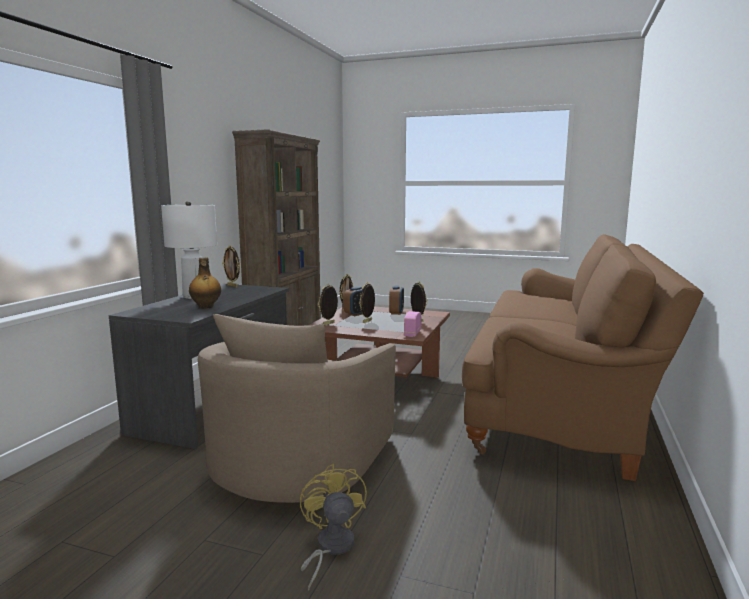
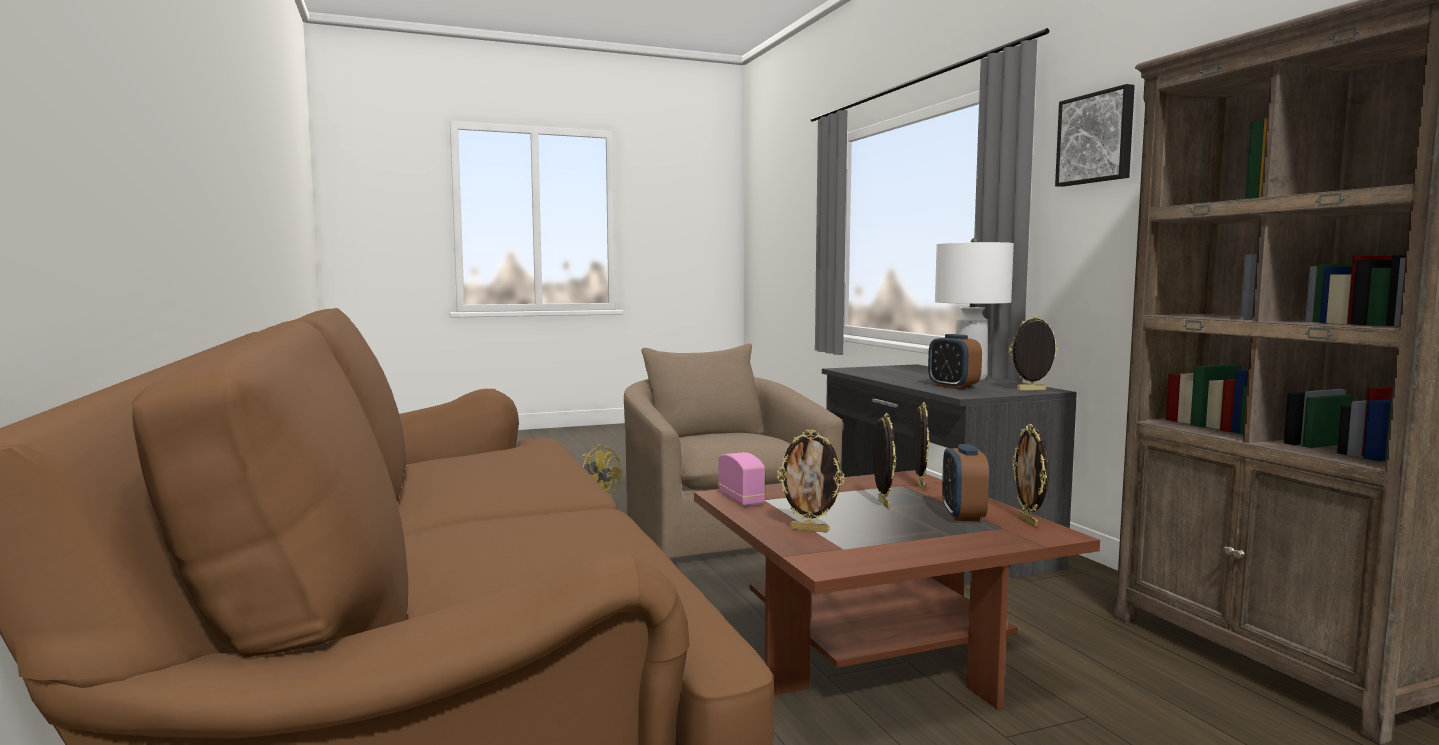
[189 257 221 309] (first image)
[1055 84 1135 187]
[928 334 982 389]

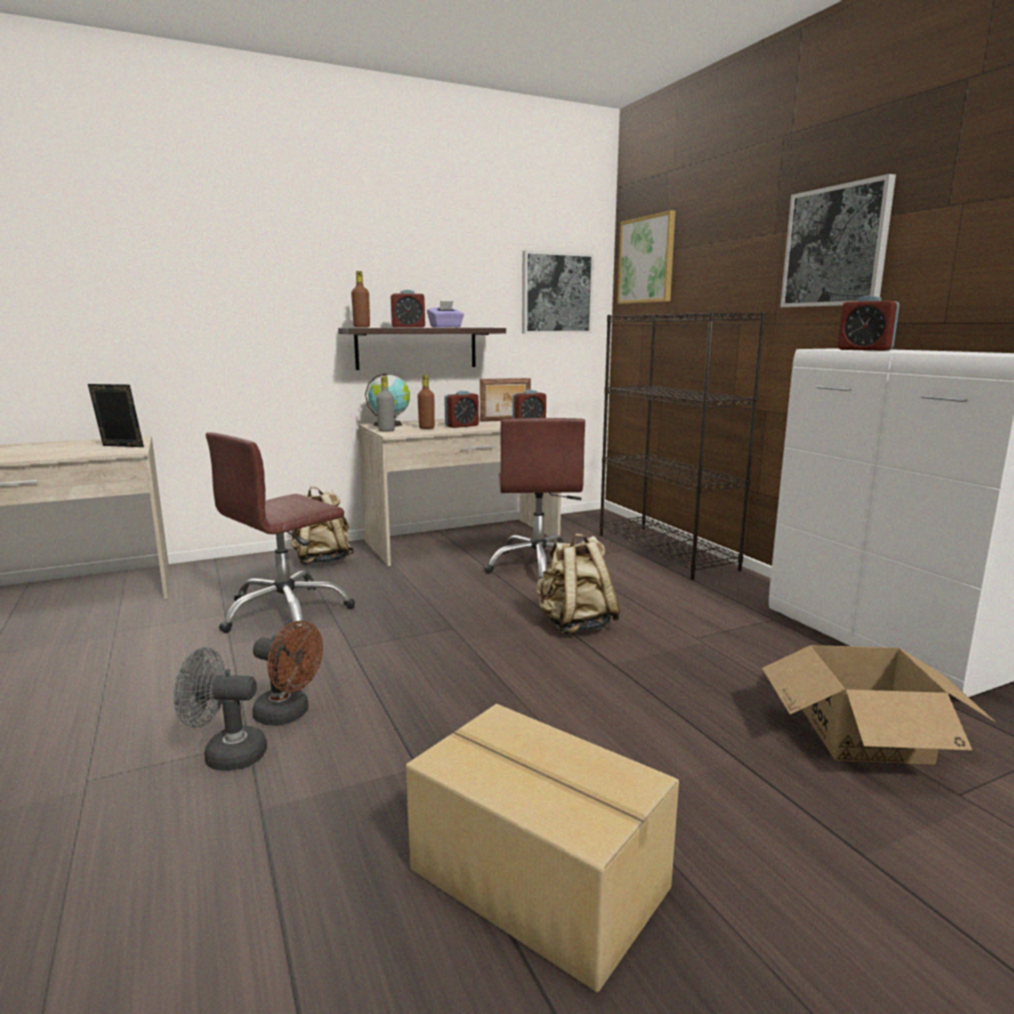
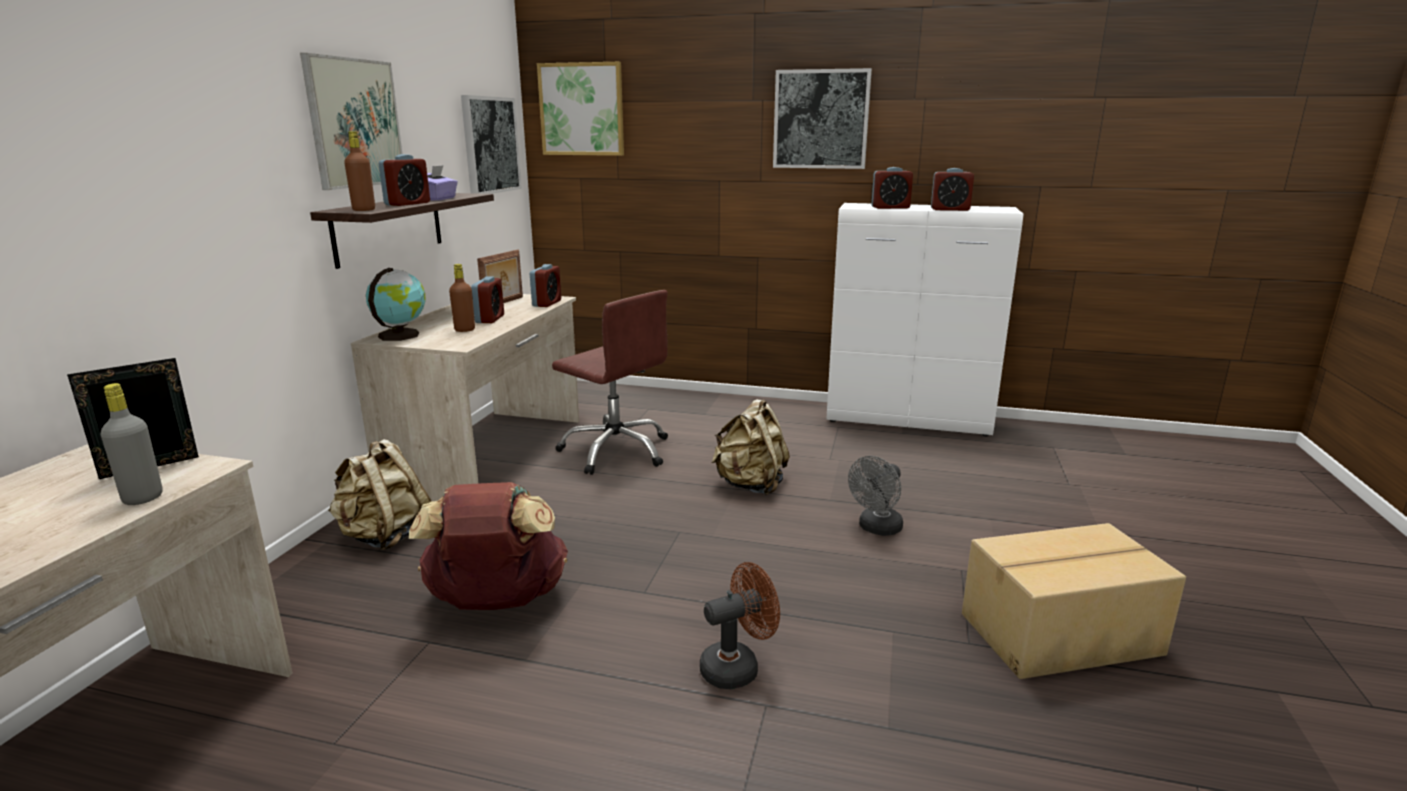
[600 312 766 580] (first image)
[762 645 995 765] (first image)
[300 53 402 190]
[931 168 974 211]
[848 456 903 536]
[101 383 162 505]
[409 482 568 610]

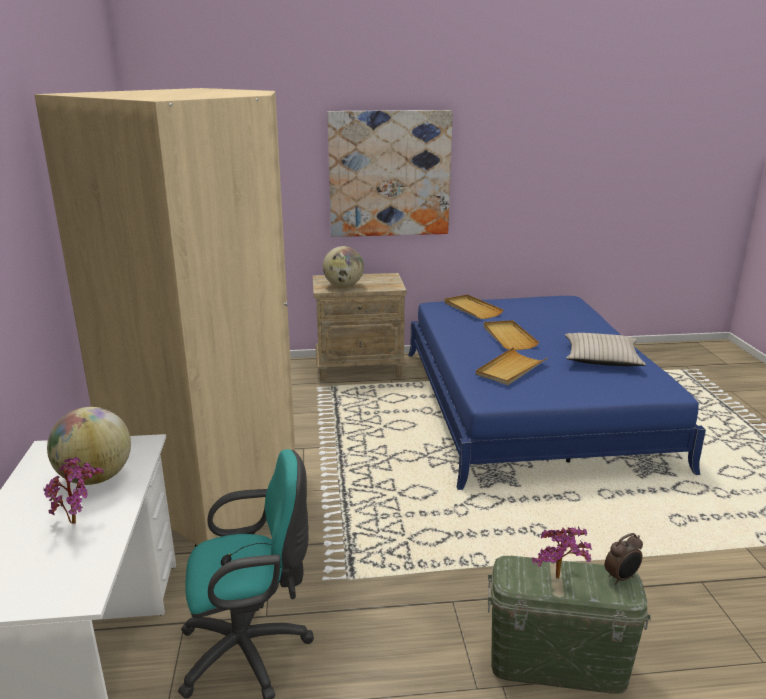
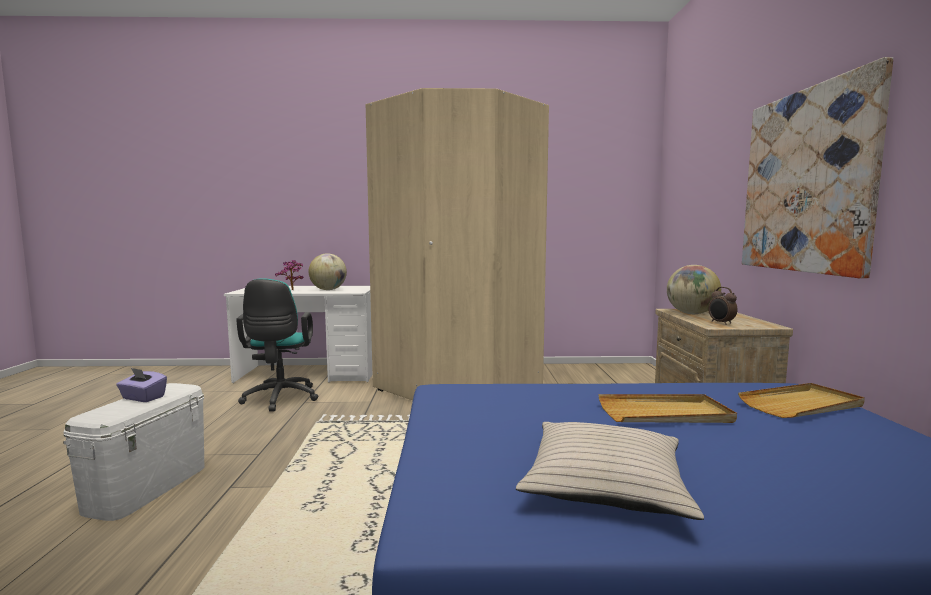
[476 347 548 385] (first image)
[708 287 738 325]
[116 368 167 402]
[63 383 204 521]

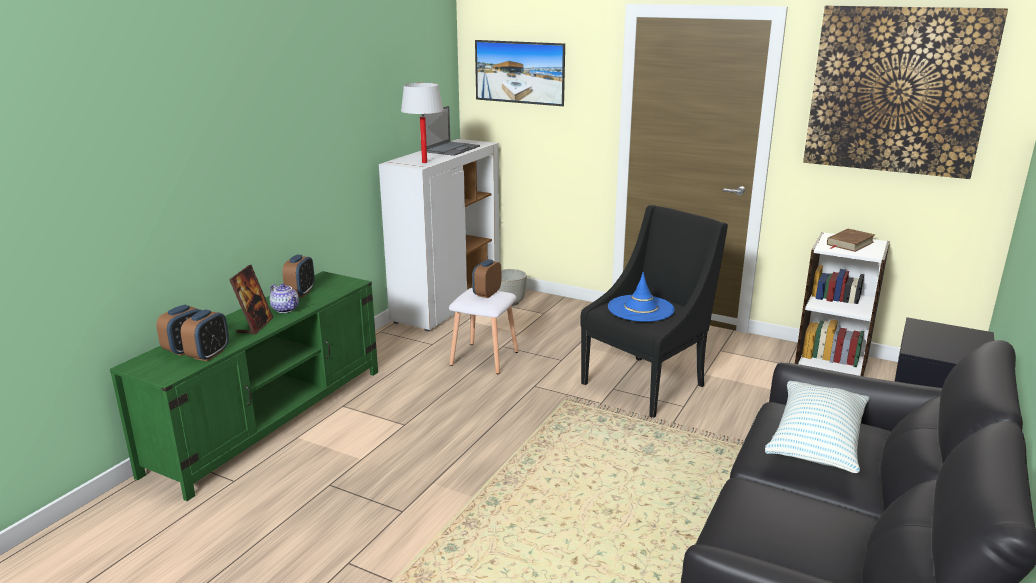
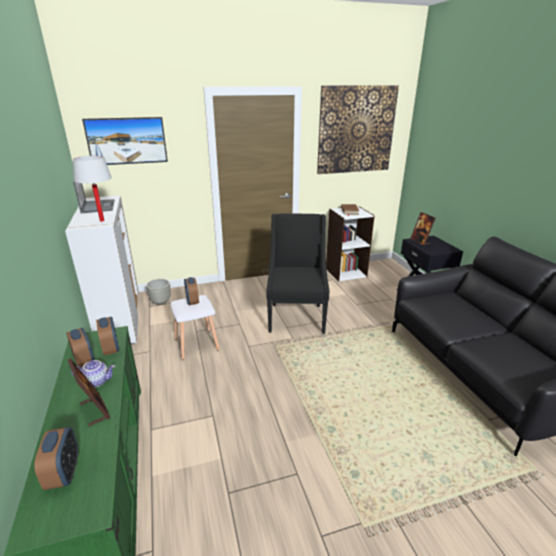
[608 272 675 322] (first image)
[765 381 870 473] (first image)
[410 212 436 246]
[96 317 119 355]

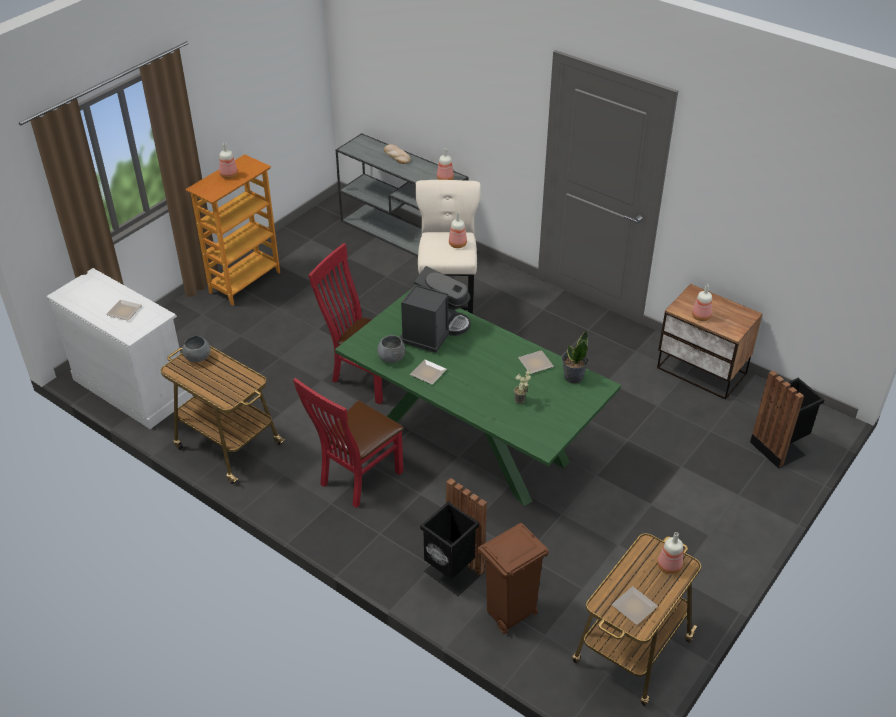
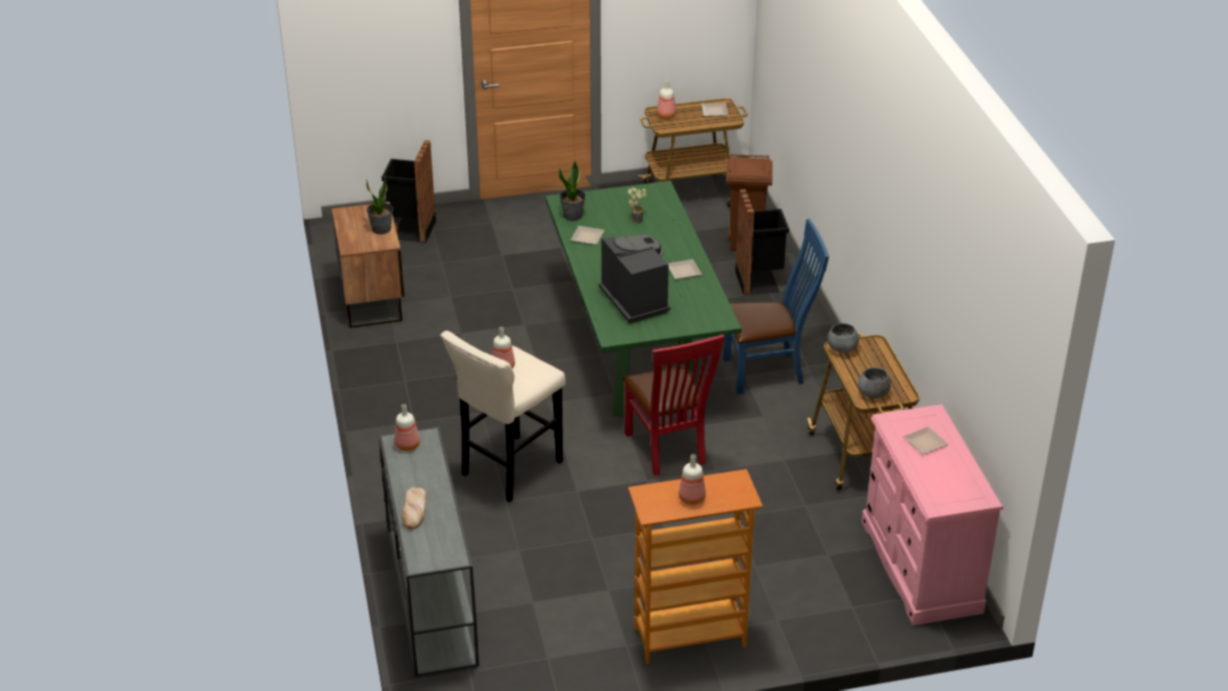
[828 323 859 353]
[366 176 393 234]
[861 404 1003 626]
[723 219 829 395]
[599 235 670 324]

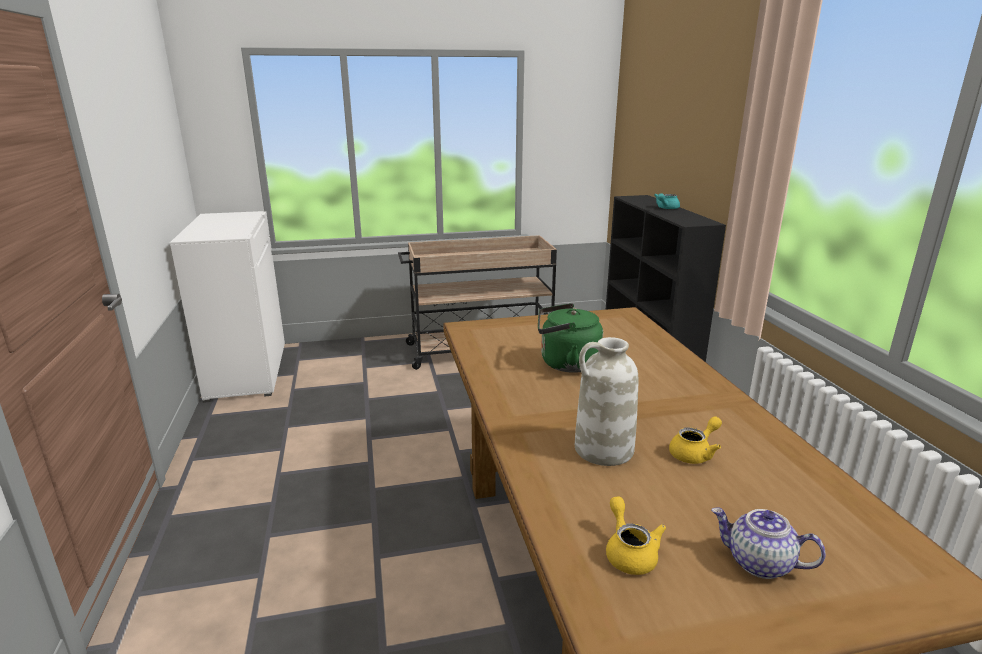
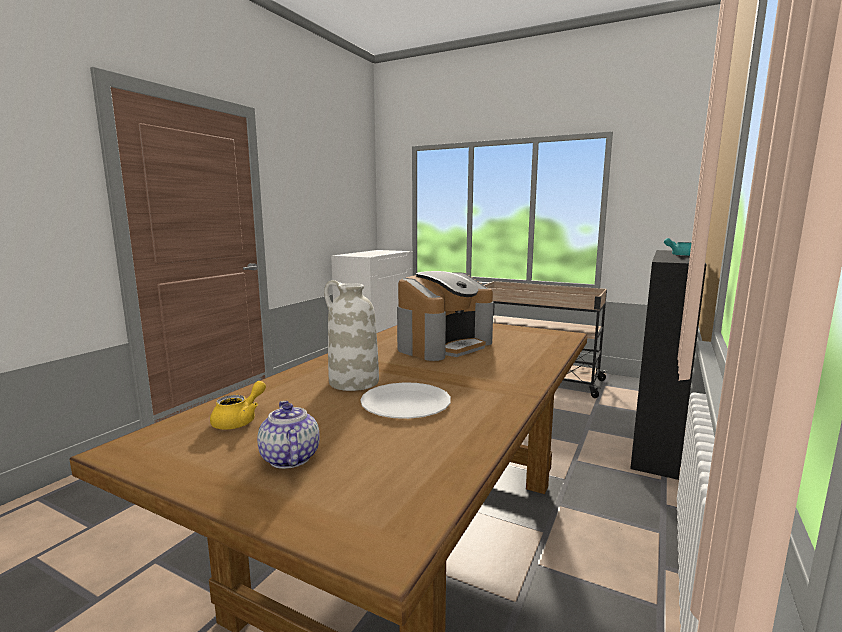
[397 271 494 361]
[360 382 451 419]

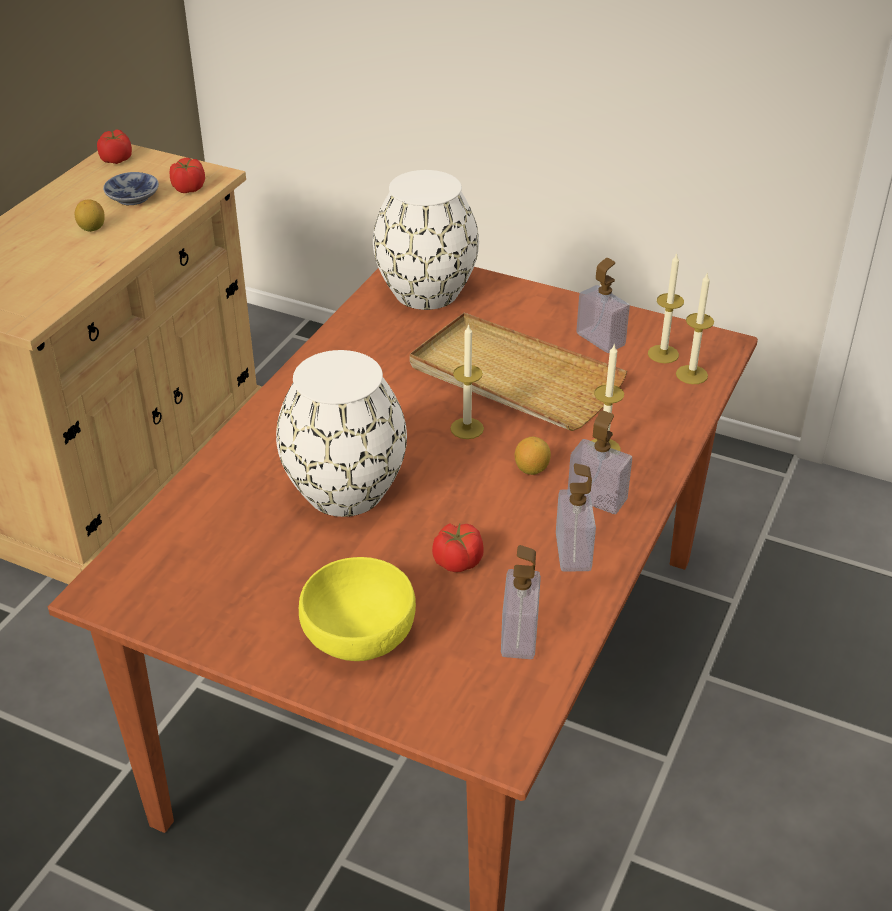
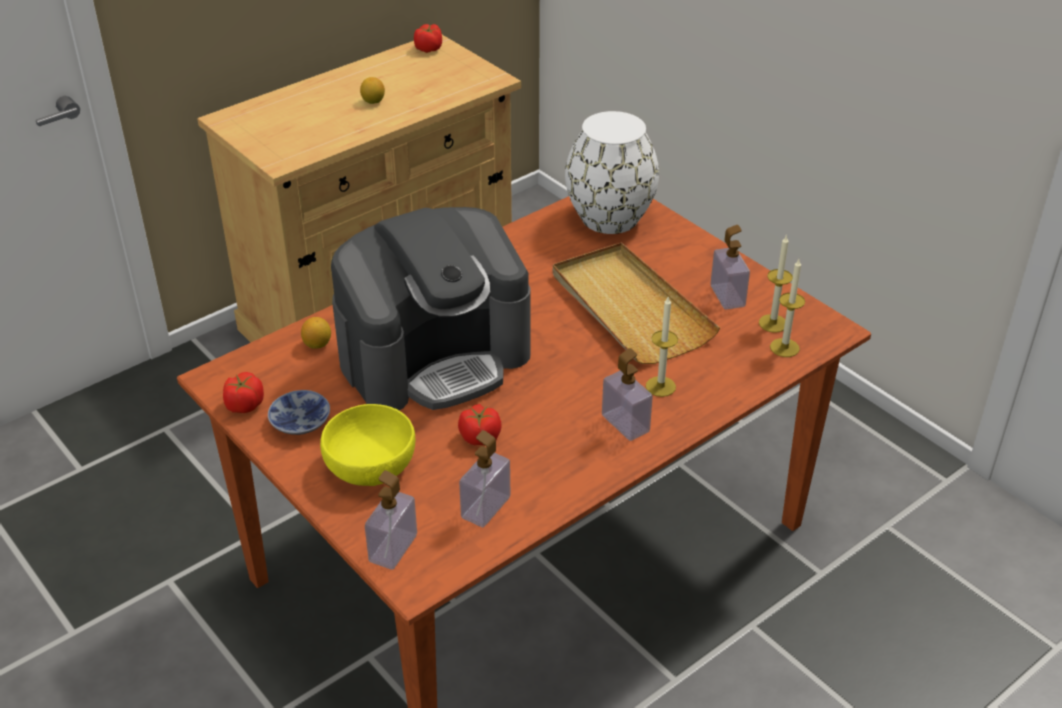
[450 324 484 439] (first image)
[268 390 330 435]
[223 372 264 413]
[301 317 331 349]
[365 470 417 570]
[331 207 531 410]

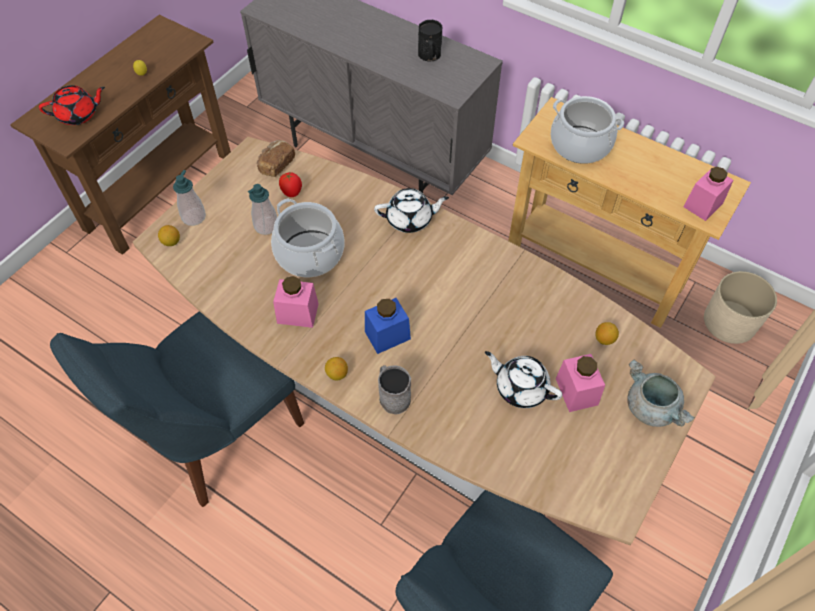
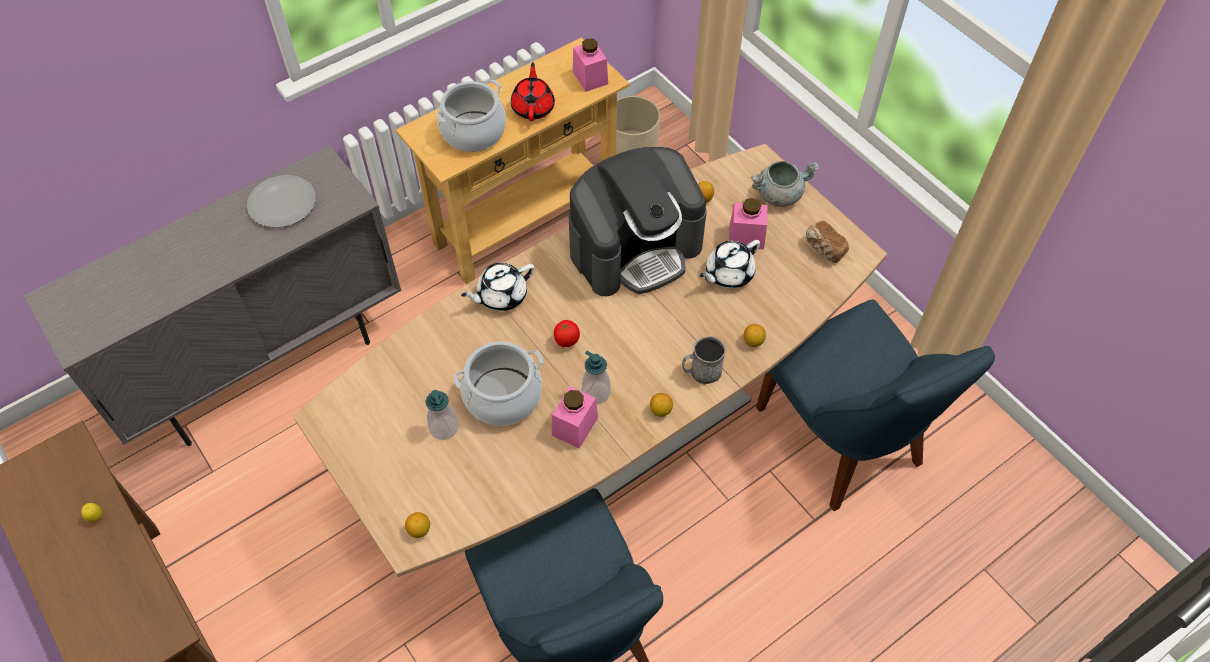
[365 298 411 354] (first image)
[569 147 707 296]
[744 324 766 347]
[511 62 555 121]
[582 351 610 404]
[806 221 849 263]
[554 320 580 347]
[247 175 316 228]
[461 263 535 311]

